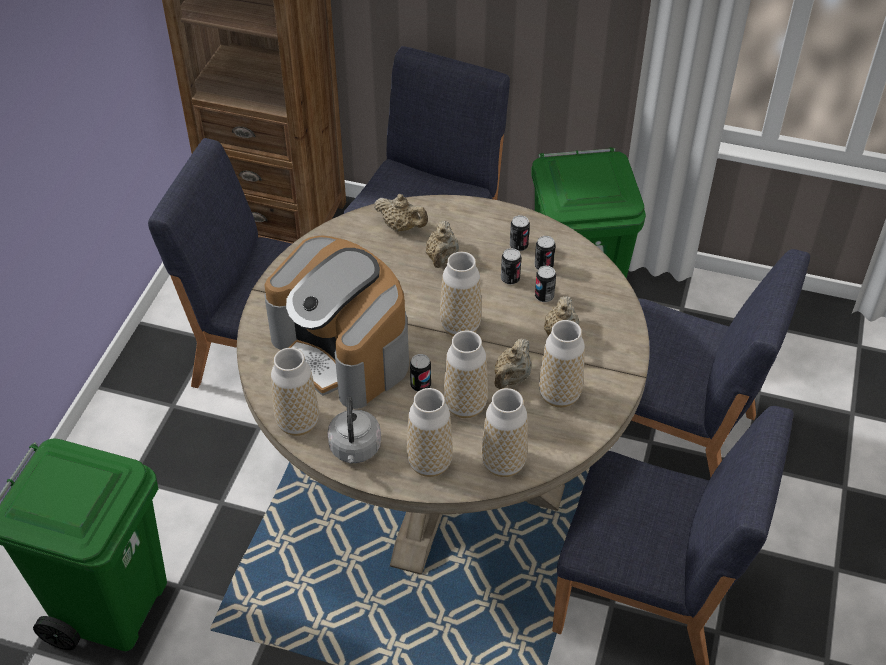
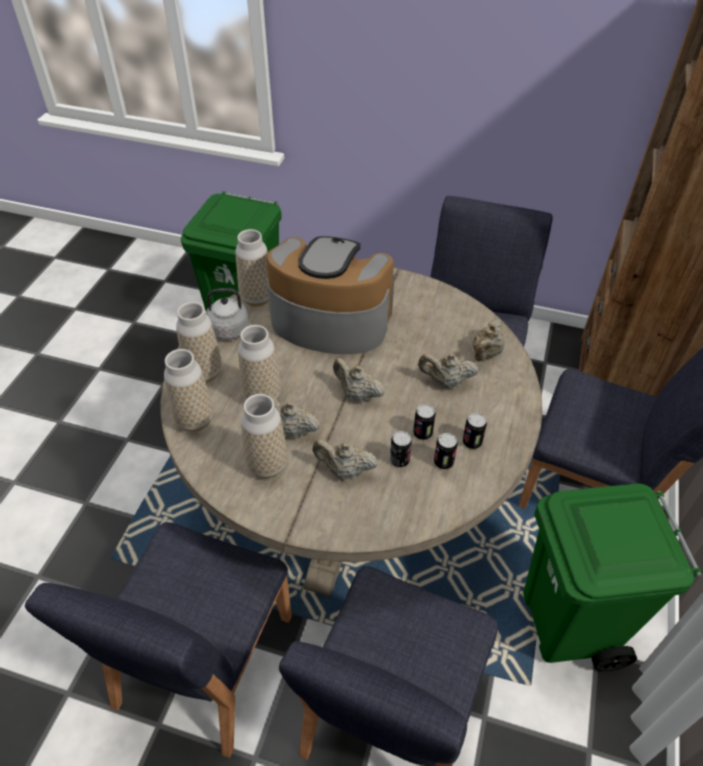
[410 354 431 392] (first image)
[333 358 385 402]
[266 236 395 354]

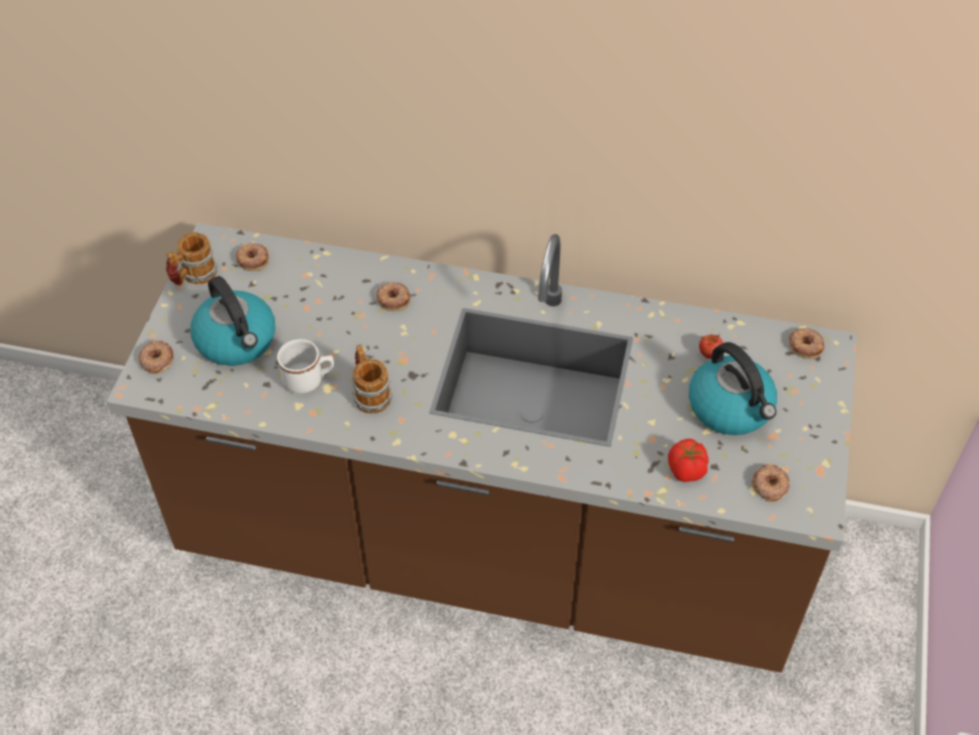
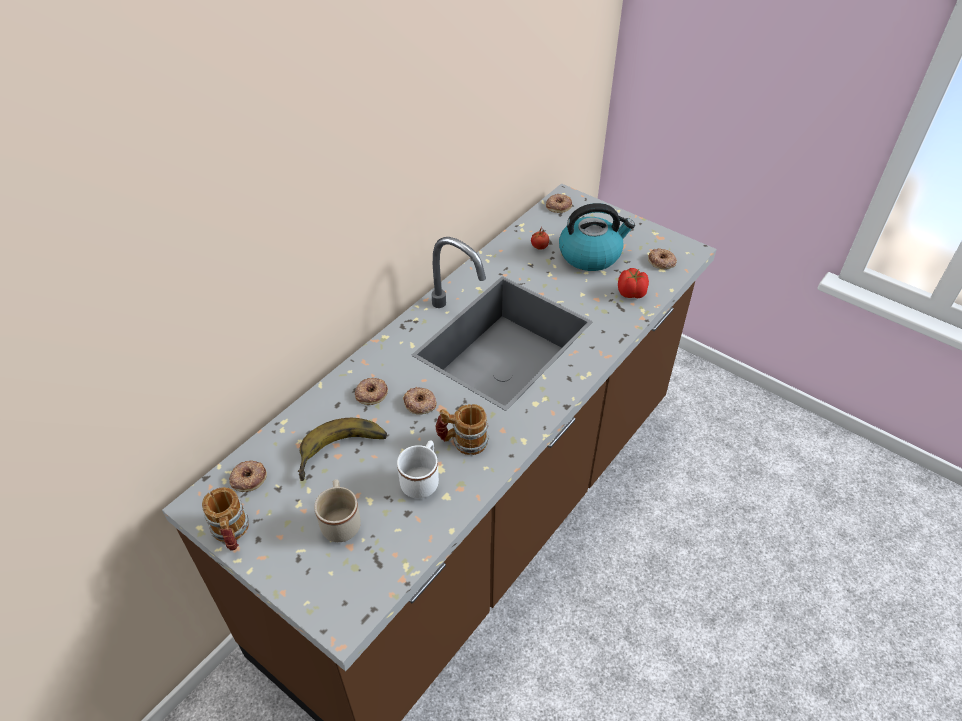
[298 418 387 481]
[403 387 437 415]
[314 479 361 542]

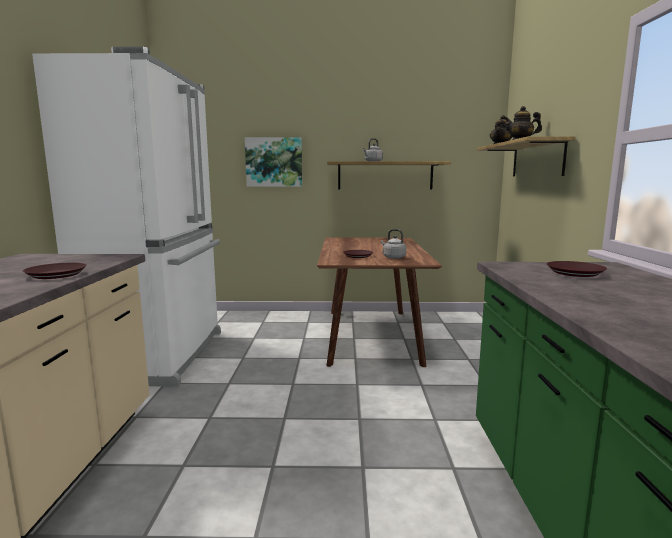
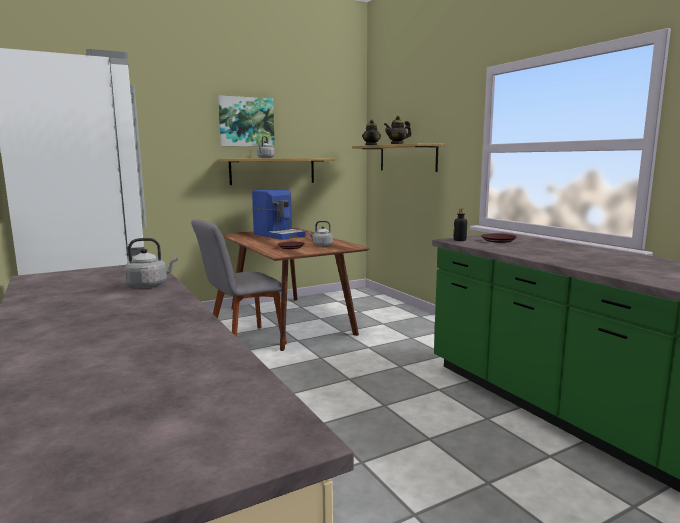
[191 219 287 344]
[252 189 306 240]
[454 209 467 241]
[218 95 275 147]
[124 238 178 288]

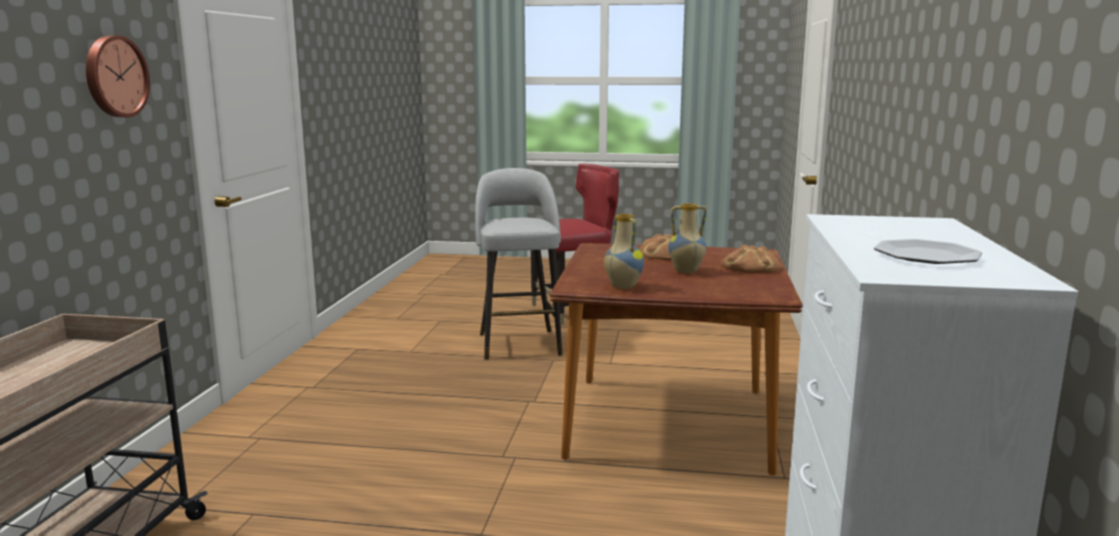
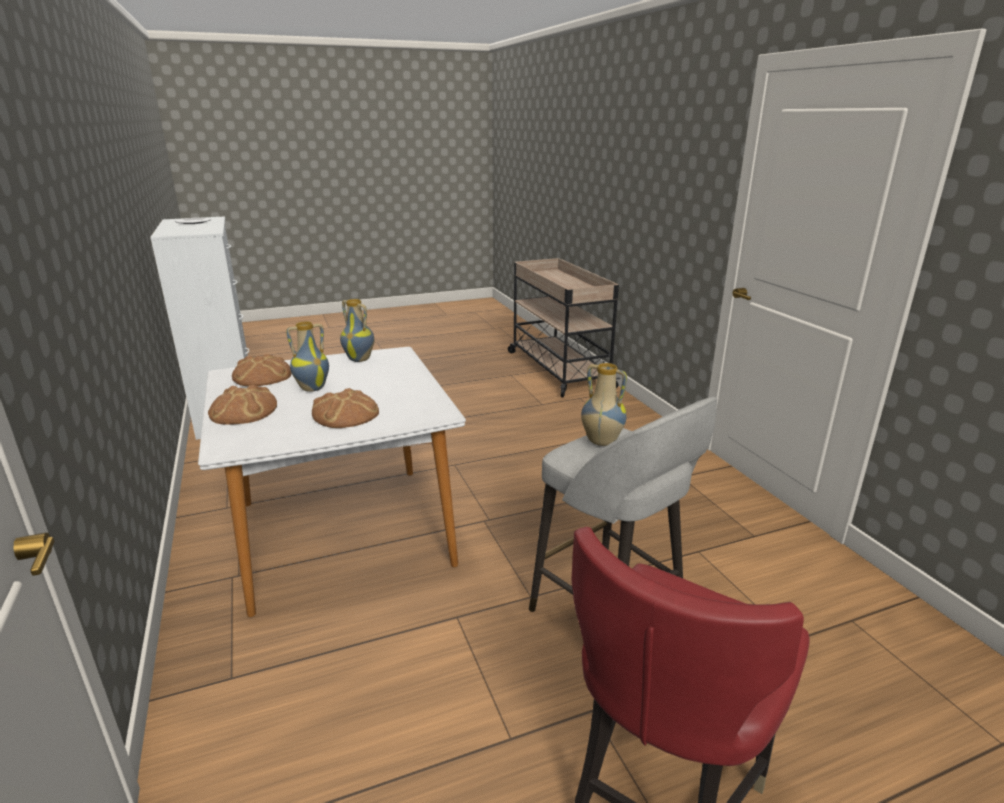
[86 35 150 117] (first image)
[232 354 291 386]
[581 363 627 446]
[198 347 466 617]

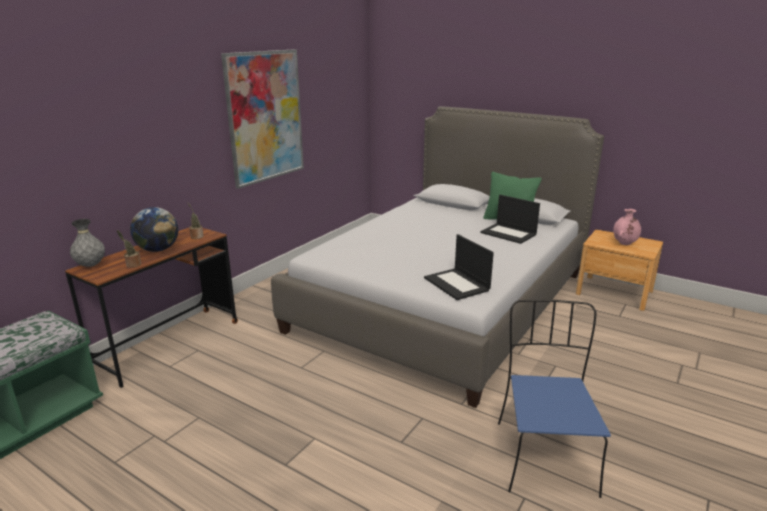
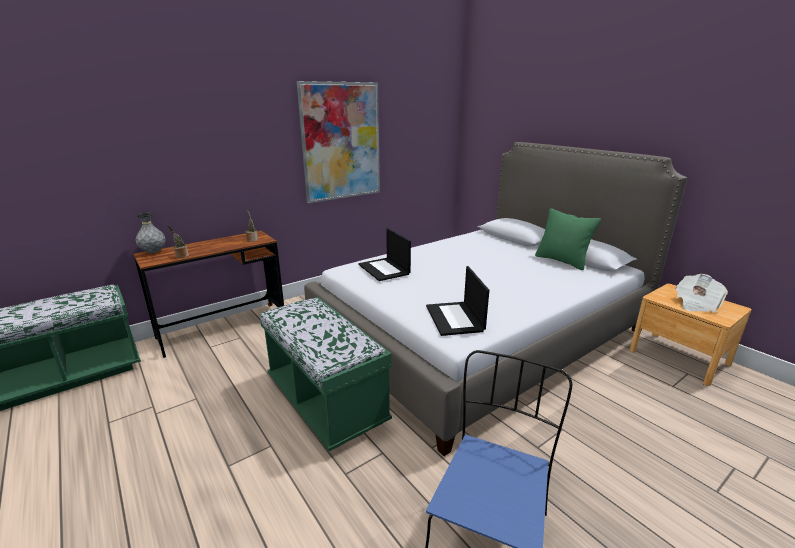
[130 207 178 252] (first image)
[259 297 392 451]
[358 228 411 281]
[675 274 728 312]

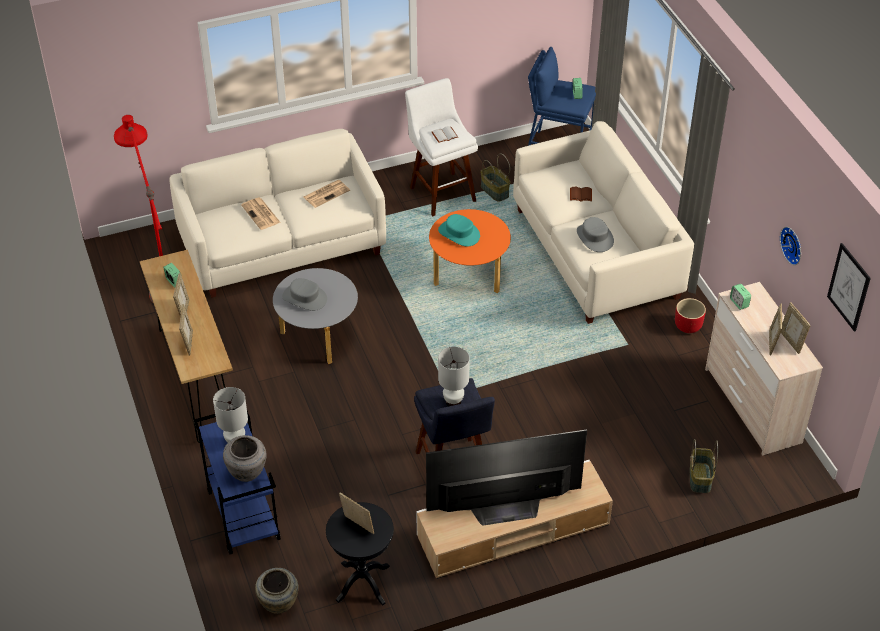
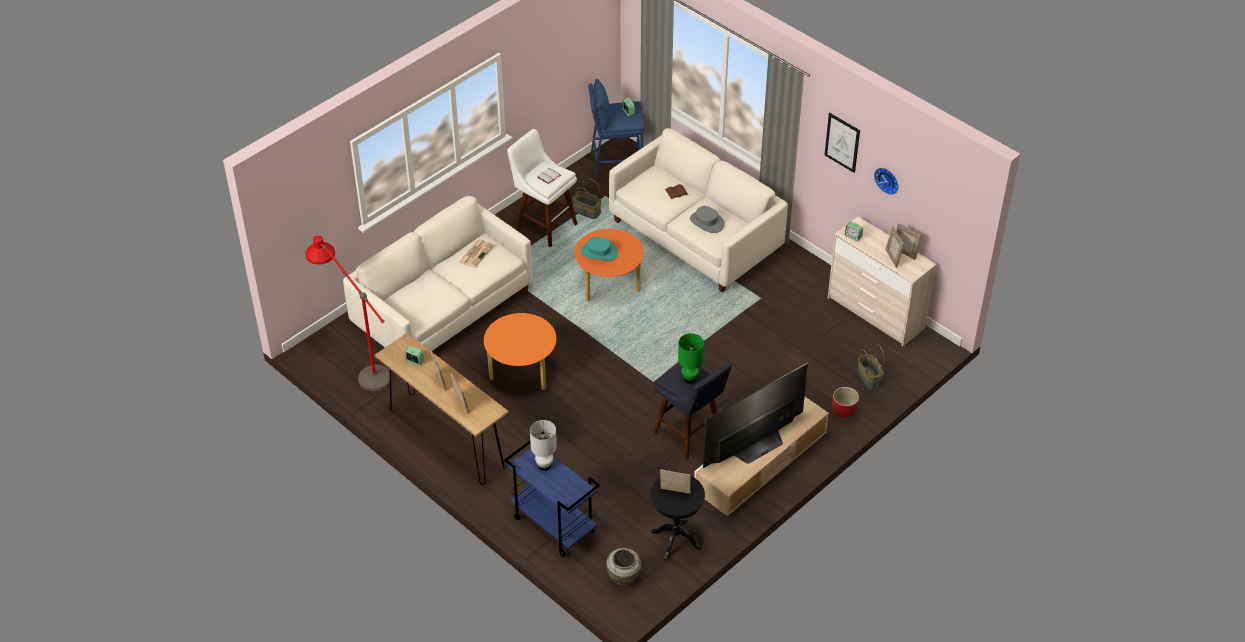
[223 435 267 482] (first image)
[241 198 281 230] (first image)
[282 278 327 311] (first image)
[832 387 859 418]
[825 113 860 173]
[484 313 556 390]
[678 333 704 384]

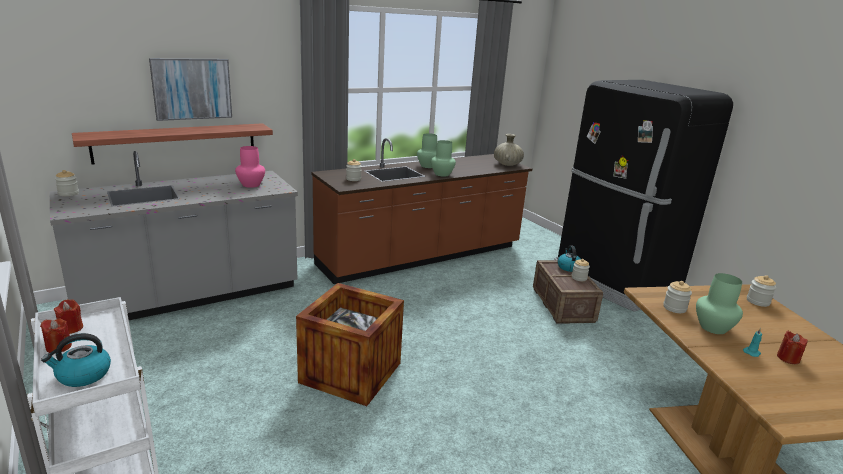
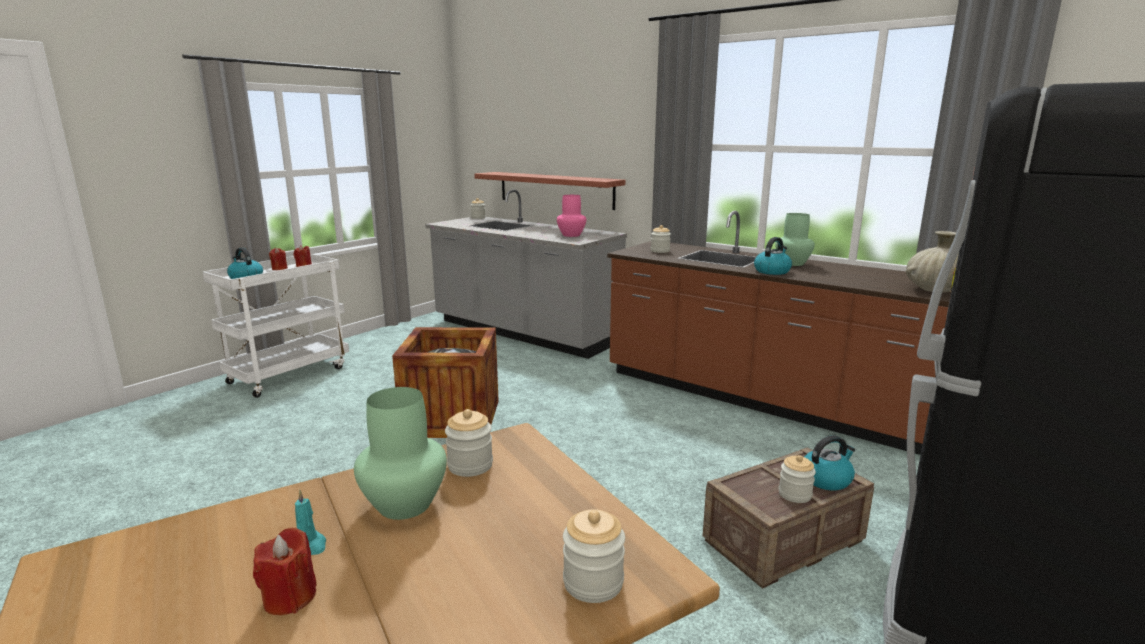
[149 58 232 121] (first image)
[754 237 792 275]

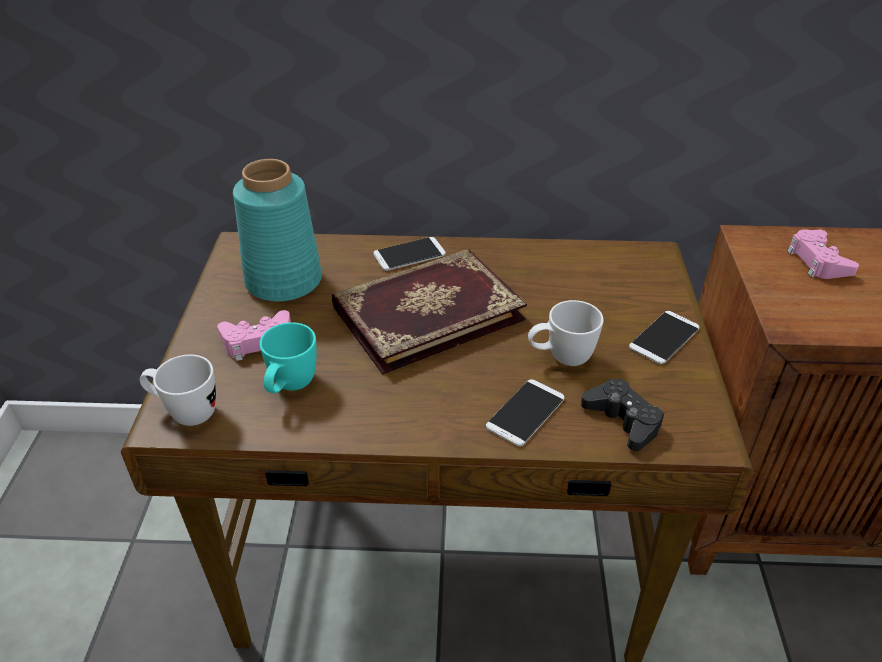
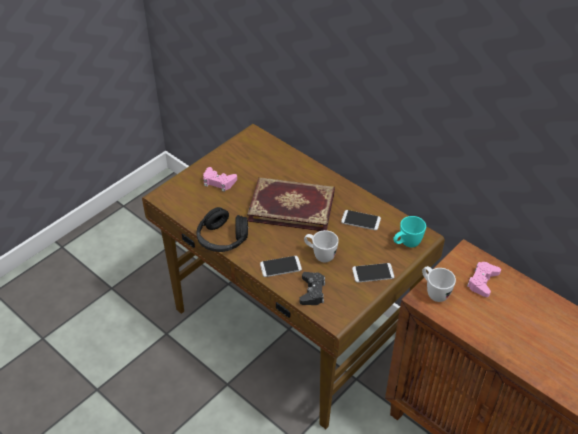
[233 159 322 302] (first image)
[197 207 248 252]
[422 266 456 302]
[393 216 426 247]
[341 210 381 230]

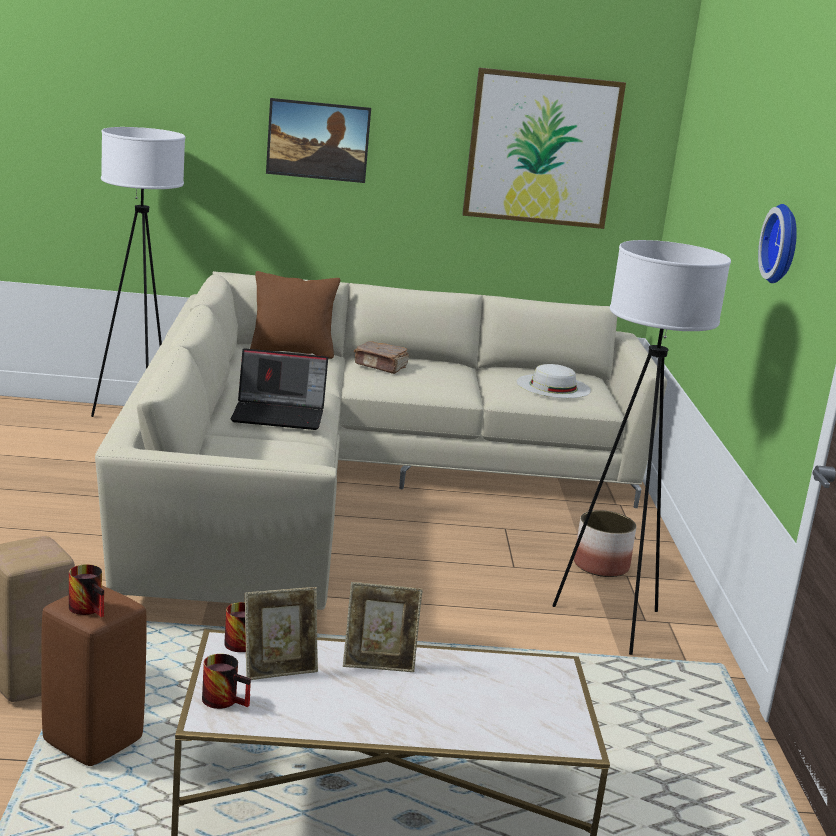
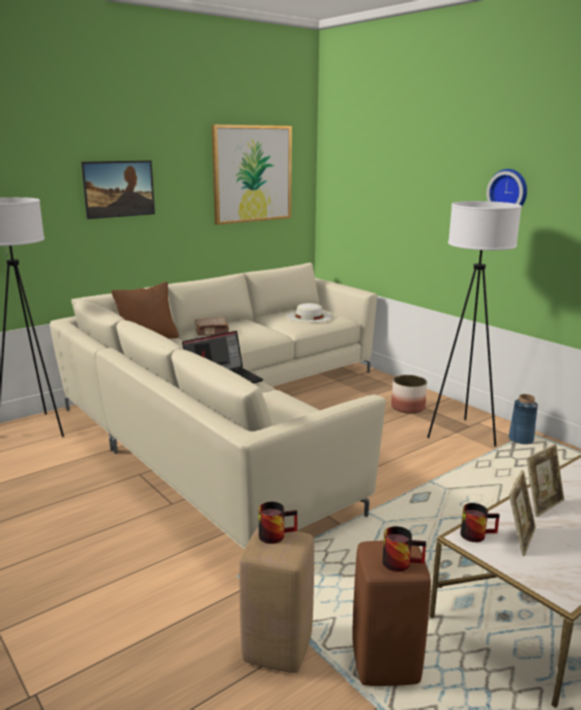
[509 394 538 444]
[258 502 297 544]

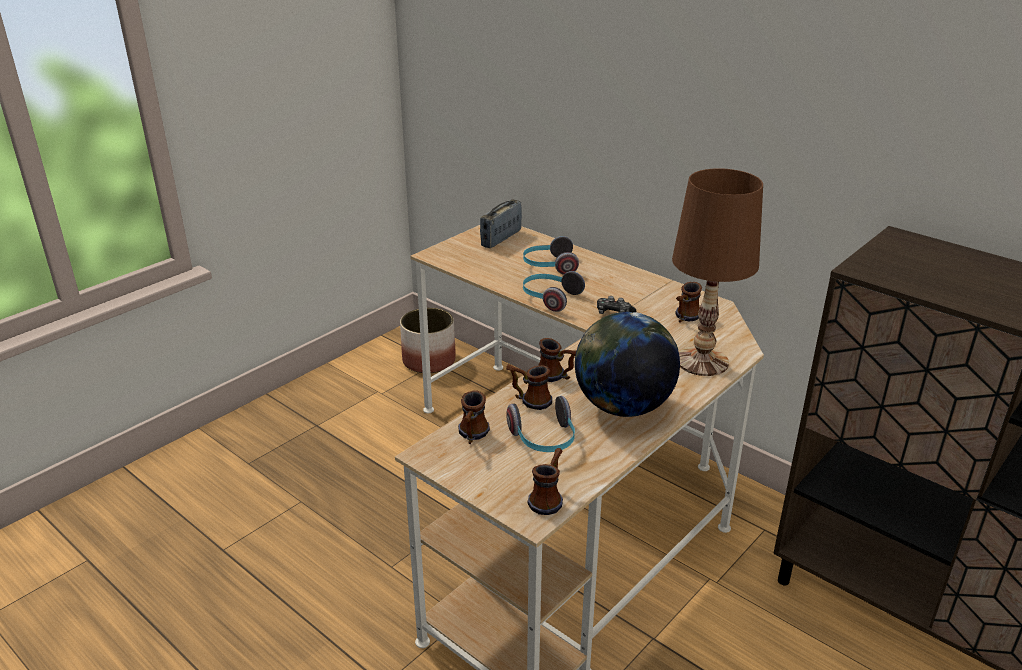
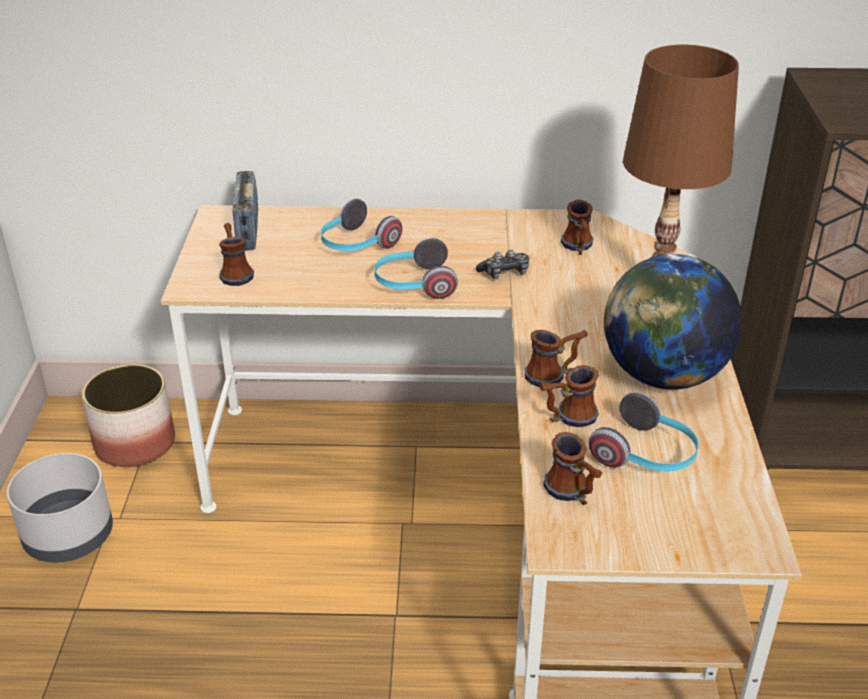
[7 453 113 563]
[219 223 254 286]

